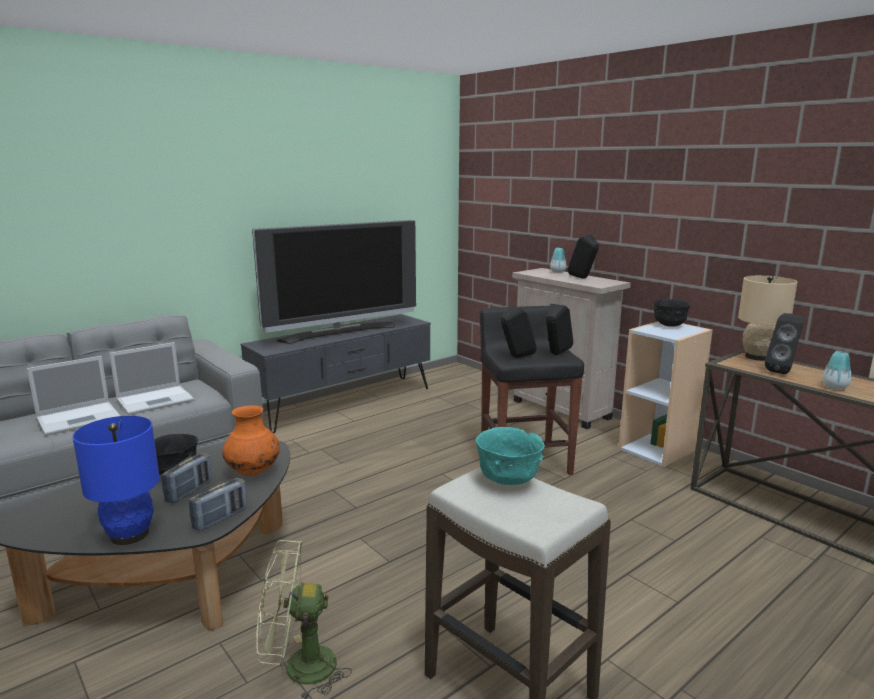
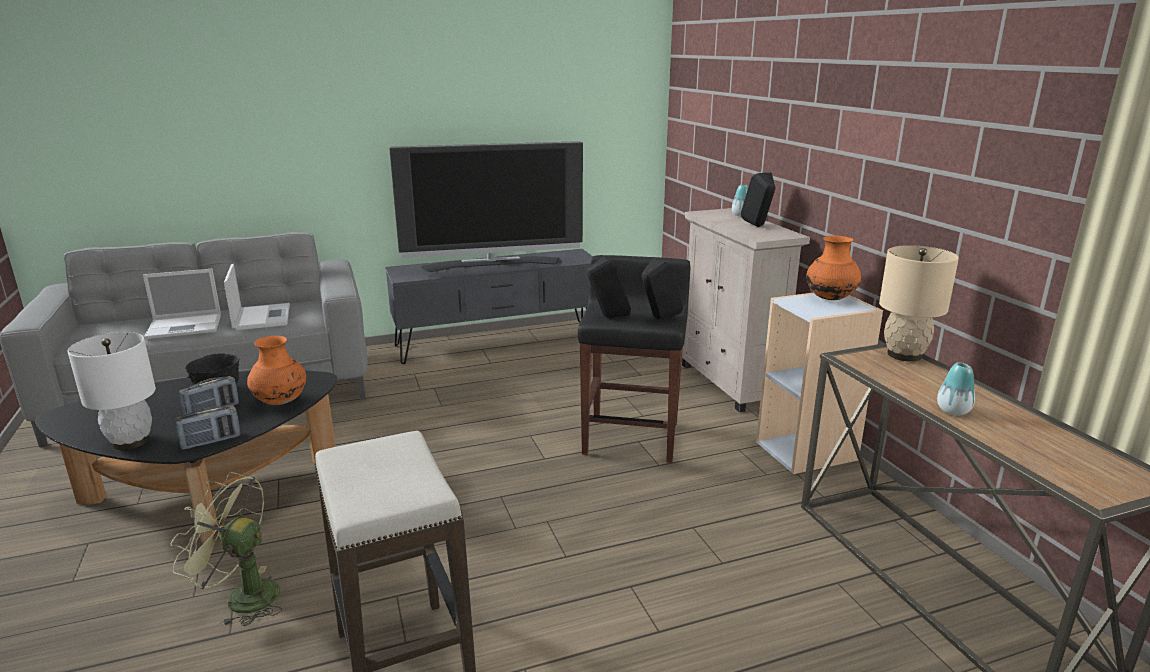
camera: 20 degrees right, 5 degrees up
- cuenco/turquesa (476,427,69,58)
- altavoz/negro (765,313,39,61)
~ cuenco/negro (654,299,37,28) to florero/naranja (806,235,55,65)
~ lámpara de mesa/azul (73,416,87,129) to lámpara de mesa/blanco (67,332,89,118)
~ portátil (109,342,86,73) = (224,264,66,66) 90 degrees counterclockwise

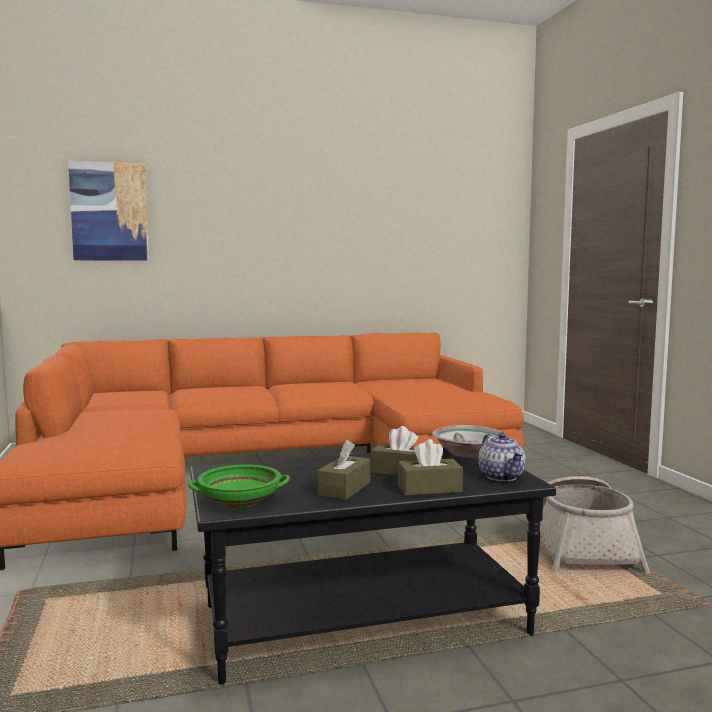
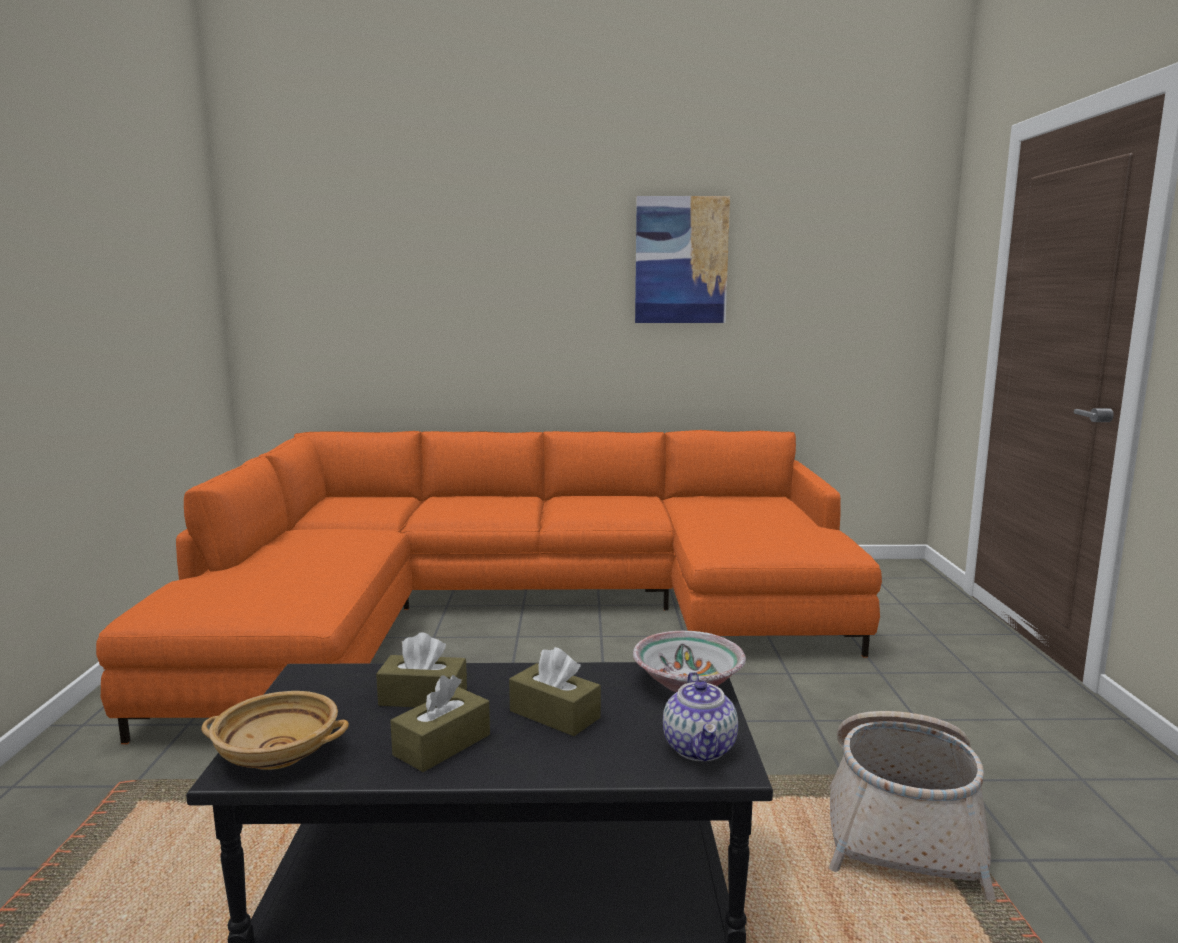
camera: 15 degrees right, 5 degrees up
~ cuadro (68,161,81,100) to (635,196,95,127)
~ caja de pañuelos/marrón (398,439,65,57) to (376,632,91,75)
~ cuenco/verde (188,465,102,44) to cuenco/beis (201,691,148,79)

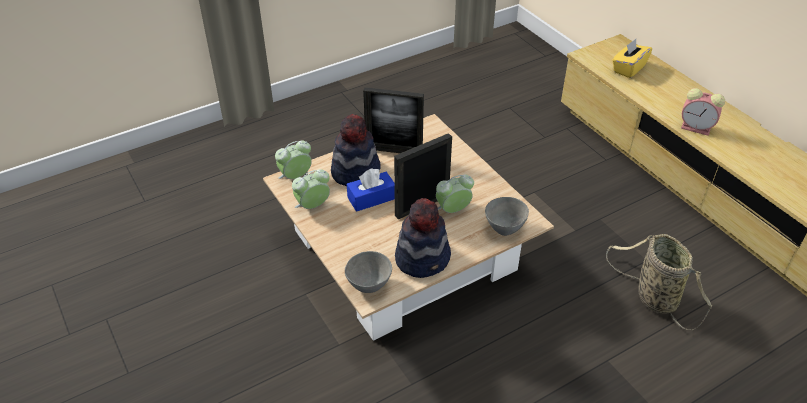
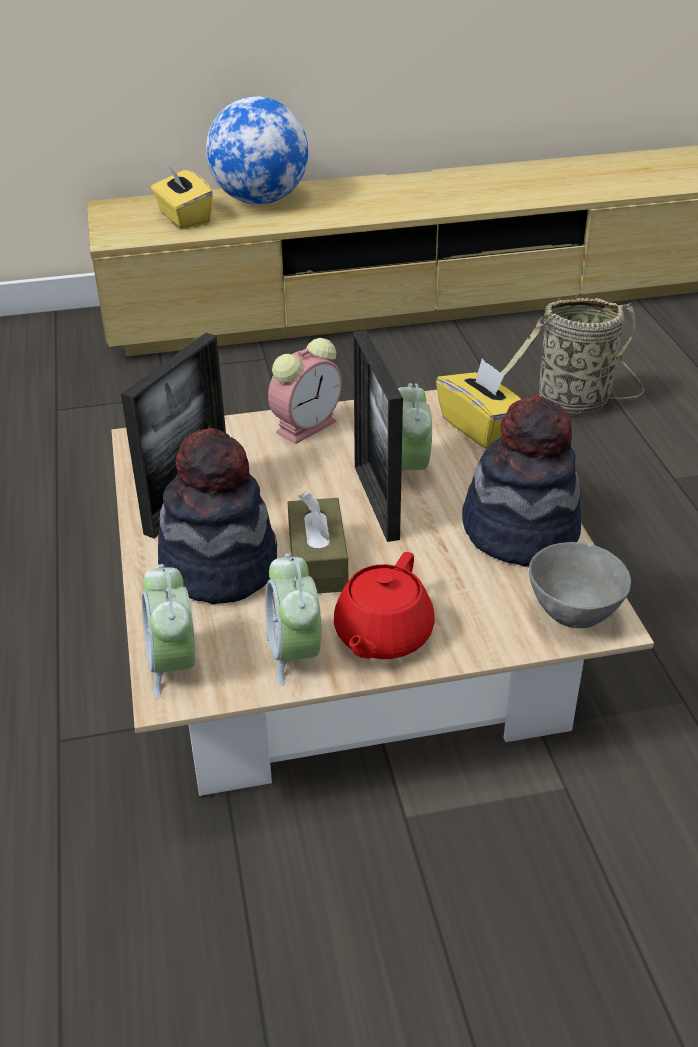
camera: 70 degrees left, 5 degrees down
+ globo terráqueo (206,96,102,108)
+ tetera/rojo (334,552,101,107)
~ despertador (681,88,44,48) to (268,338,74,106)
~ cuenco/gris (485,197,44,39) to caja de pañuelos/amarillo (436,358,85,91)
~ caja de pañuelos/azul (347,168,48,44) to caja de pañuelos/marrón (287,493,61,100)

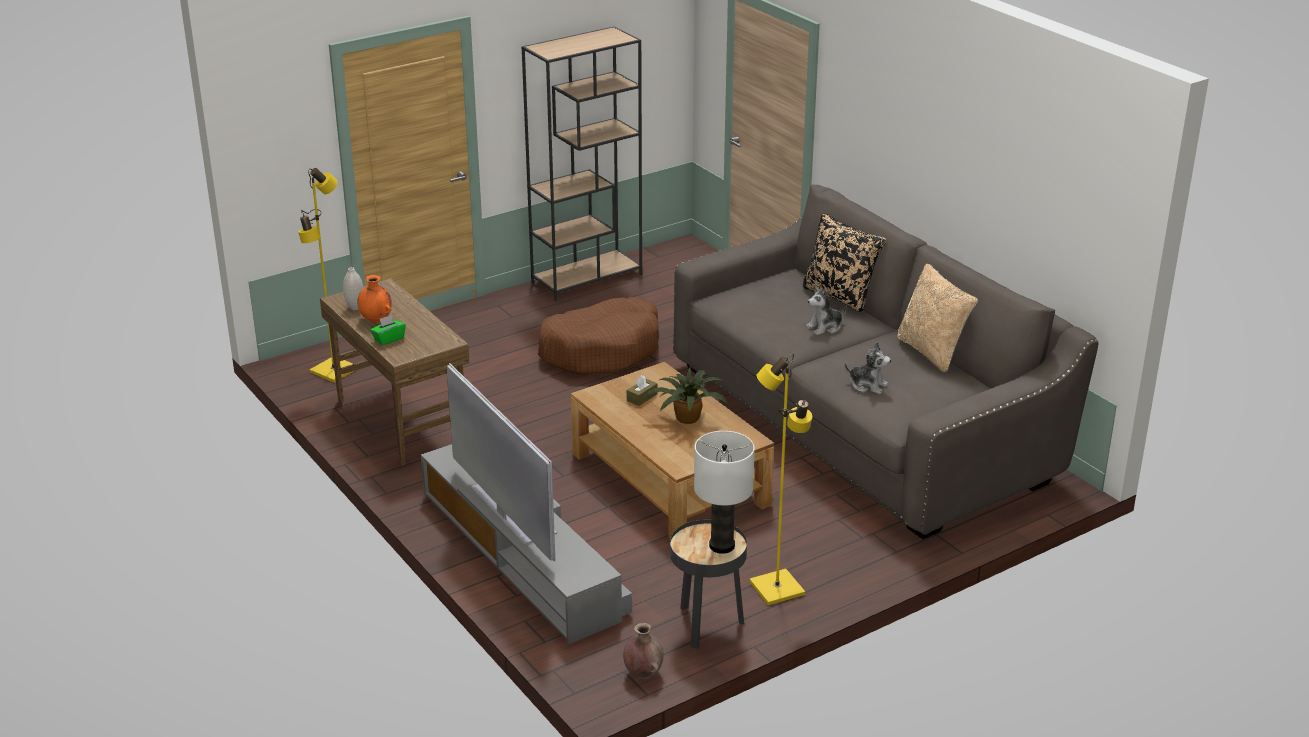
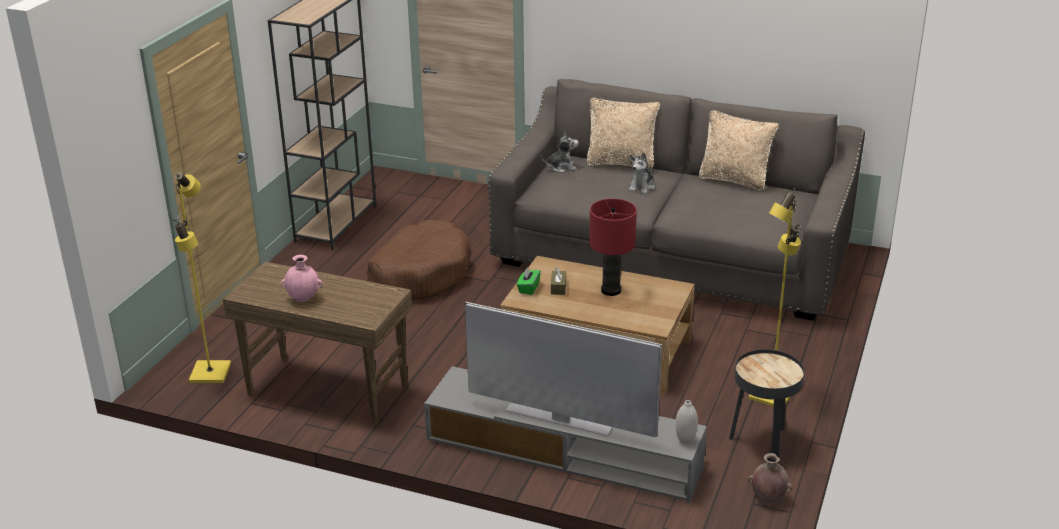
camera: 35 degrees left, 0 degrees up
- lámpara de mesa/blanco (694,431,61,123)
~ florero/blanco (343,267,20,43) to (675,400,23,44)
~ caja de pañuelos/verde (370,315,36,30) to (517,267,24,28)
~ peluche (845,342,46,52) to (541,131,38,42)
~ planta en maceta (641,368,88,56) to lámpara de mesa/rojo (589,199,48,97)
~ florero/naranja (357,275,35,48) to florero/rosa (281,255,42,47)
~ cojín/negro (803,213,83,99) to cojín/beis (587,97,73,72)

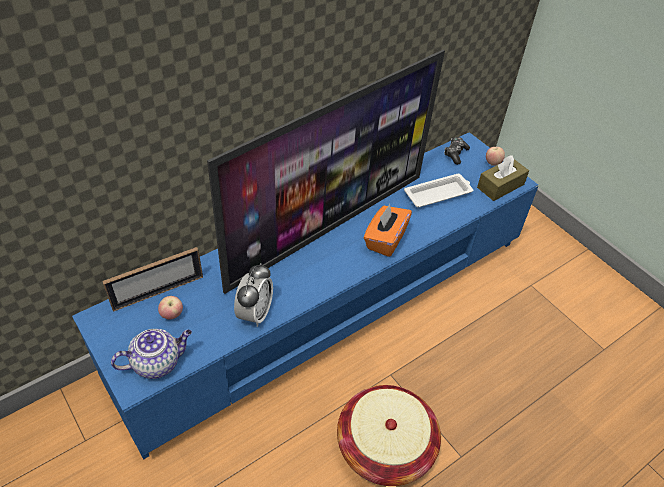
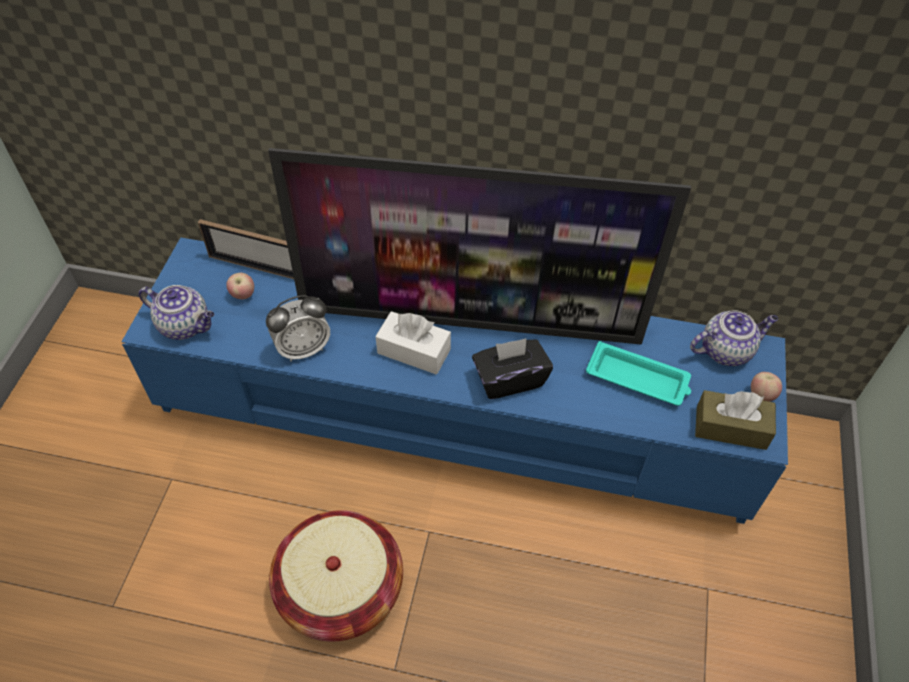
camera: 50 degrees right, 5 degrees up
+ caja de pañuelos/blanco (376,311,75,63)
~ mando de consola (444,137,26,28) to tetera (690,310,88,56)
~ caja de pañuelos/naranja (364,204,48,53) to caja de pañuelos/negro (472,338,81,61)
~ bandeja/blanco (404,174,69,33) to bandeja/turquesa (586,341,105,65)

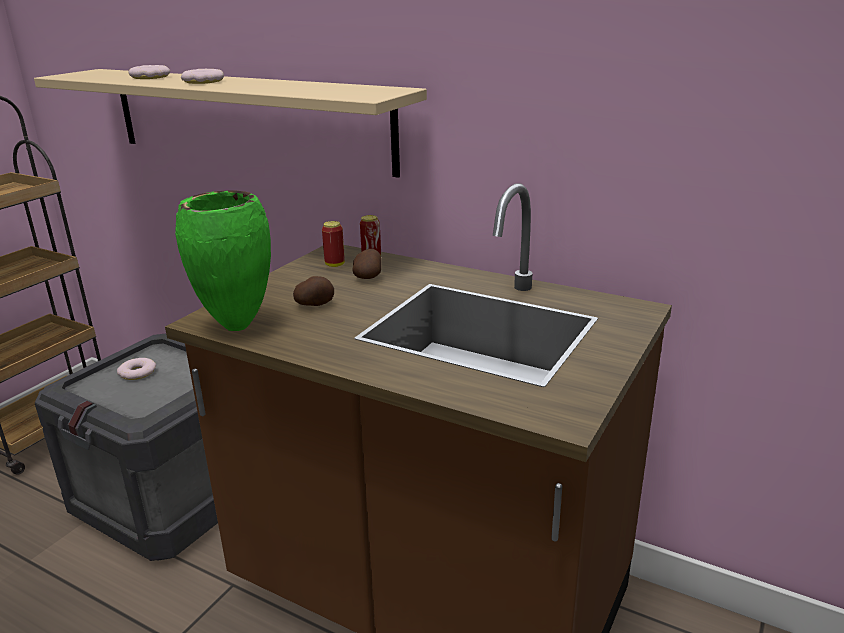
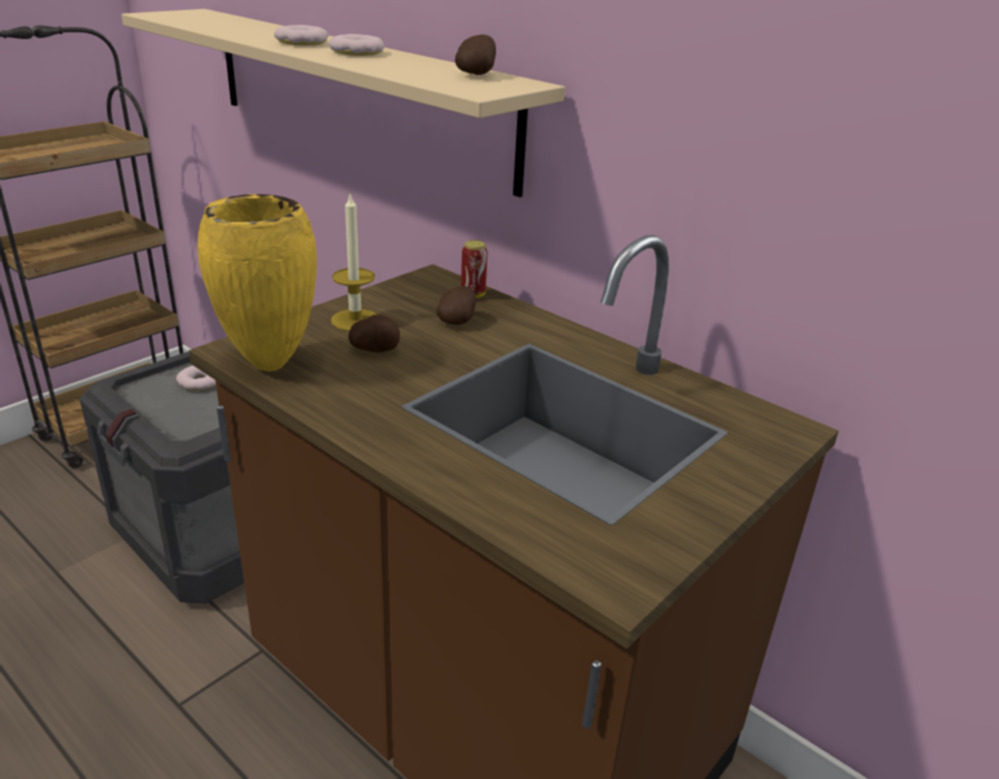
camera: 10 degrees right, 5 degrees up
- lata (322,221,23,46)
+ vela (331,192,47,139)
+ patata (455,35,41,40)
~ rosquilla (129,65,41,14) to (329,34,56,22)
~ florero/verde (175,190,96,141) to florero/amarillo (197,194,120,177)

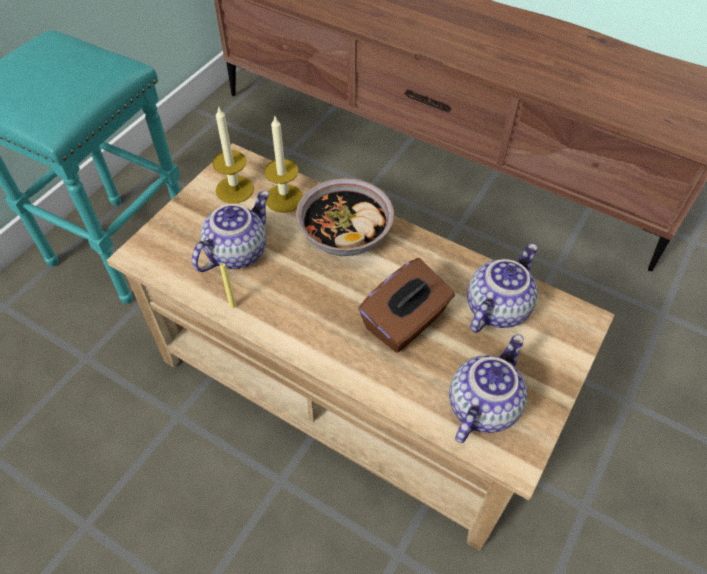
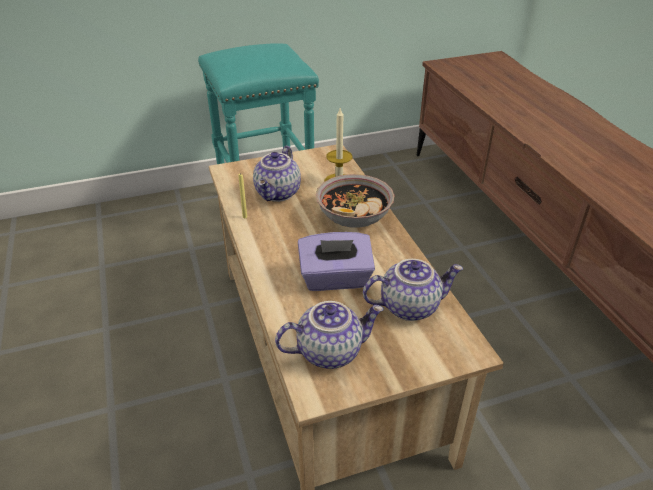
camera: 40 degrees right, 15 degrees down
- vela (212,106,42,98)
~ caja de pañuelos/marrón (359,258,96,95) to caja de pañuelos/morado (298,232,77,59)
~ tetera (192,191,77,81) = (253,146,48,56) 120 degrees clockwise

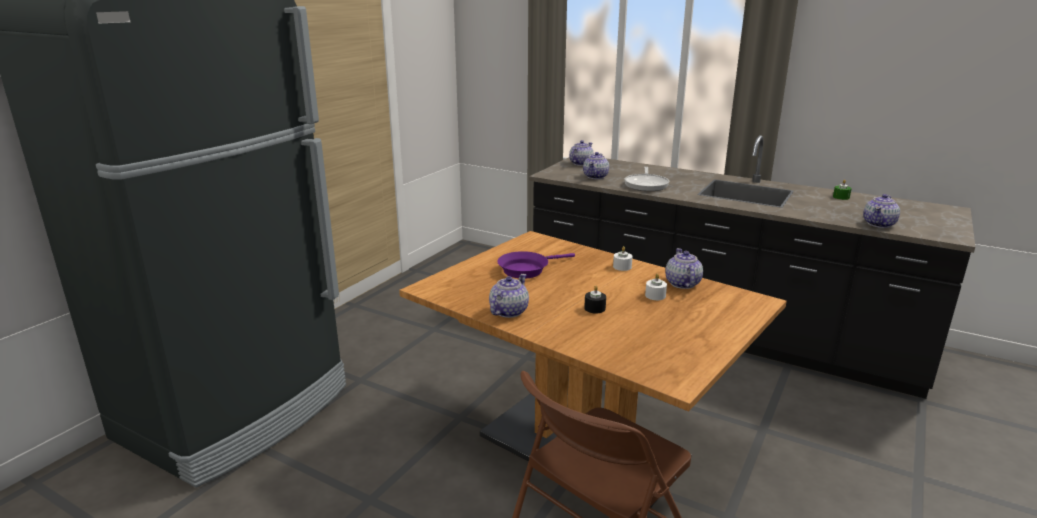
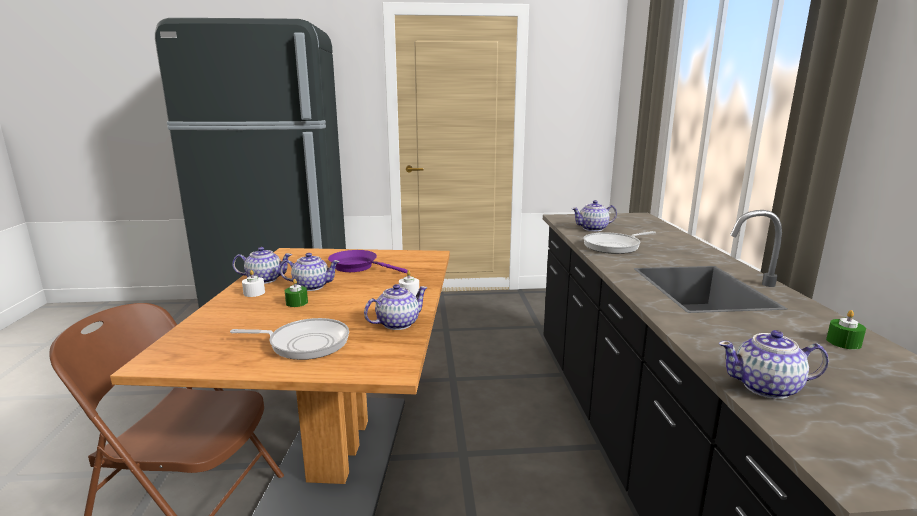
camera: 55 degrees right, 5 degrees down
+ sartén (230,318,119,42)
~ tetera (569,140,25,26) to (280,253,60,38)
~ vela/blanco (645,273,22,27) to (242,270,23,27)
~ vela/negro (584,286,22,27) to vela/verde (285,279,23,28)

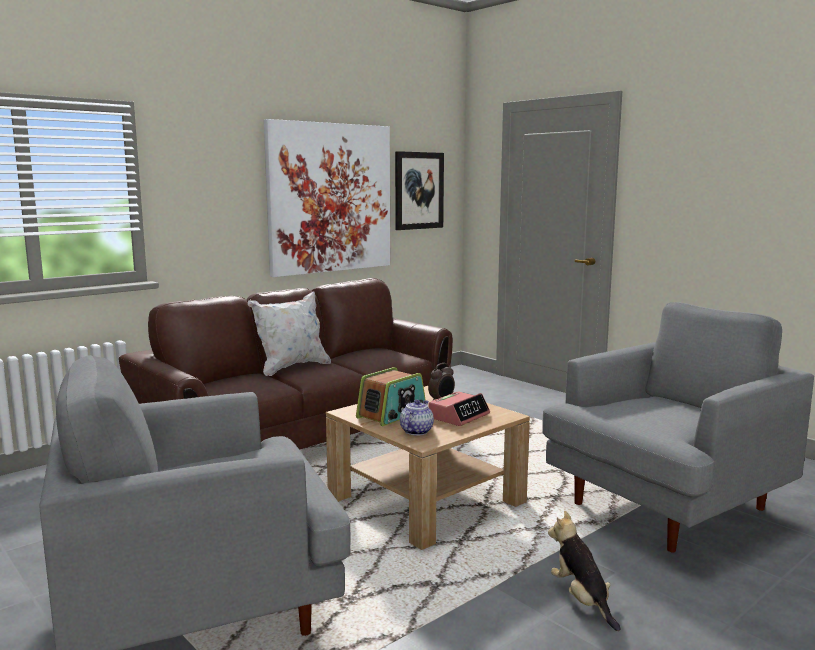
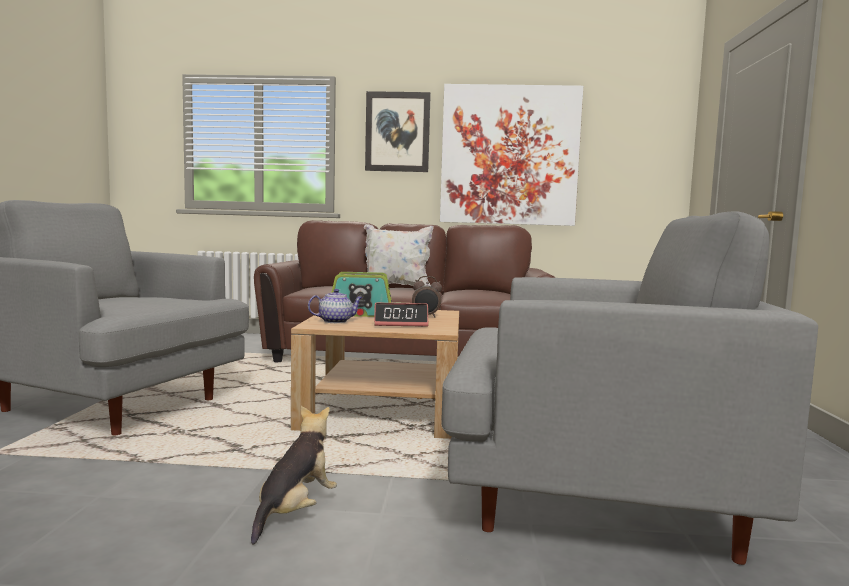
camera: 45 degrees right, 5 degrees down
~ cuadro (395,151,49,79) to (365,91,66,81)

